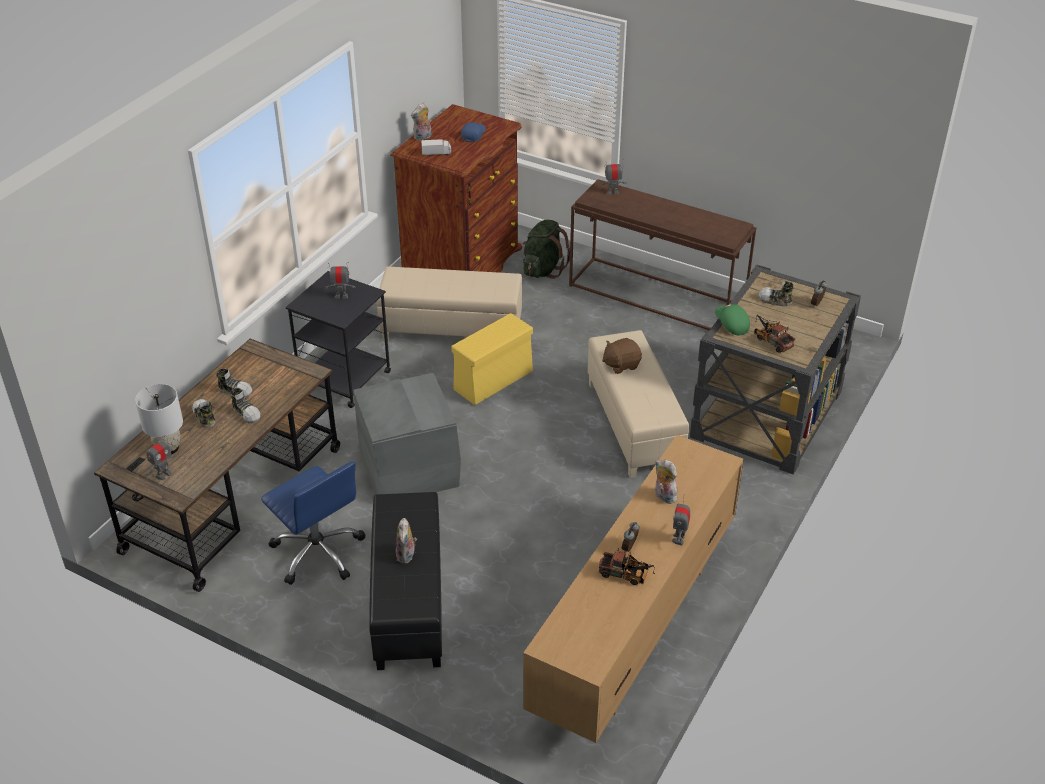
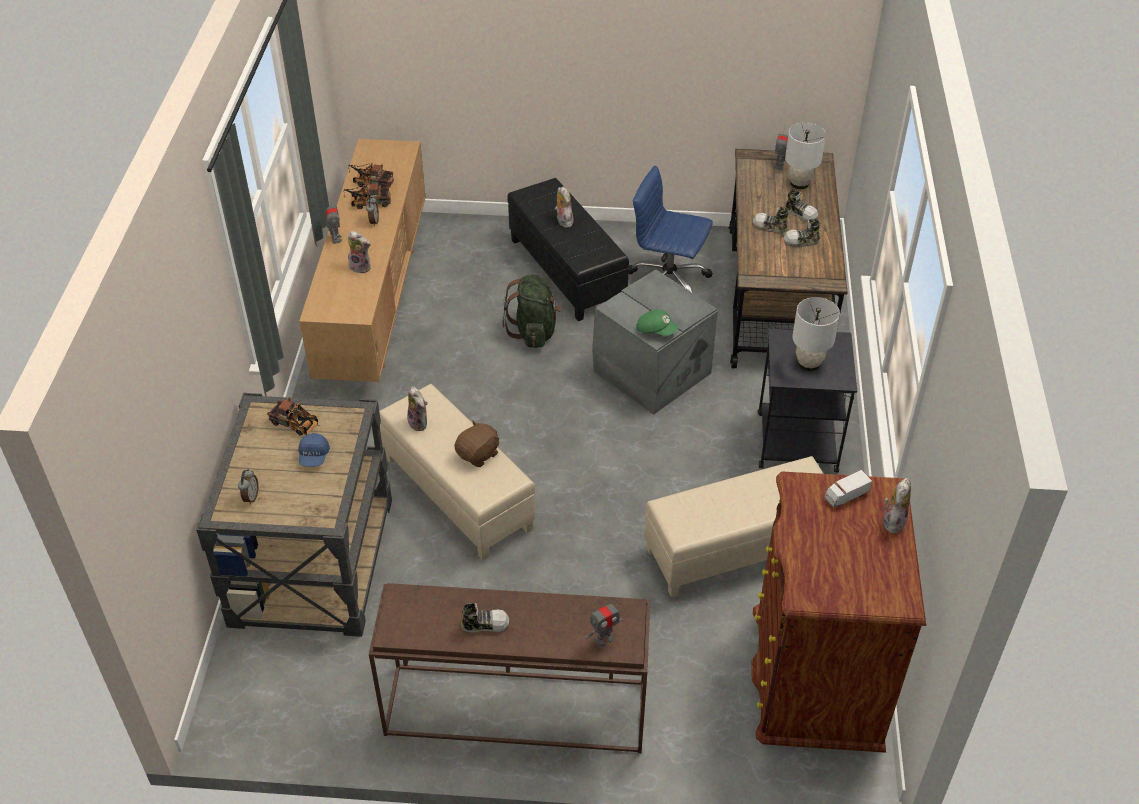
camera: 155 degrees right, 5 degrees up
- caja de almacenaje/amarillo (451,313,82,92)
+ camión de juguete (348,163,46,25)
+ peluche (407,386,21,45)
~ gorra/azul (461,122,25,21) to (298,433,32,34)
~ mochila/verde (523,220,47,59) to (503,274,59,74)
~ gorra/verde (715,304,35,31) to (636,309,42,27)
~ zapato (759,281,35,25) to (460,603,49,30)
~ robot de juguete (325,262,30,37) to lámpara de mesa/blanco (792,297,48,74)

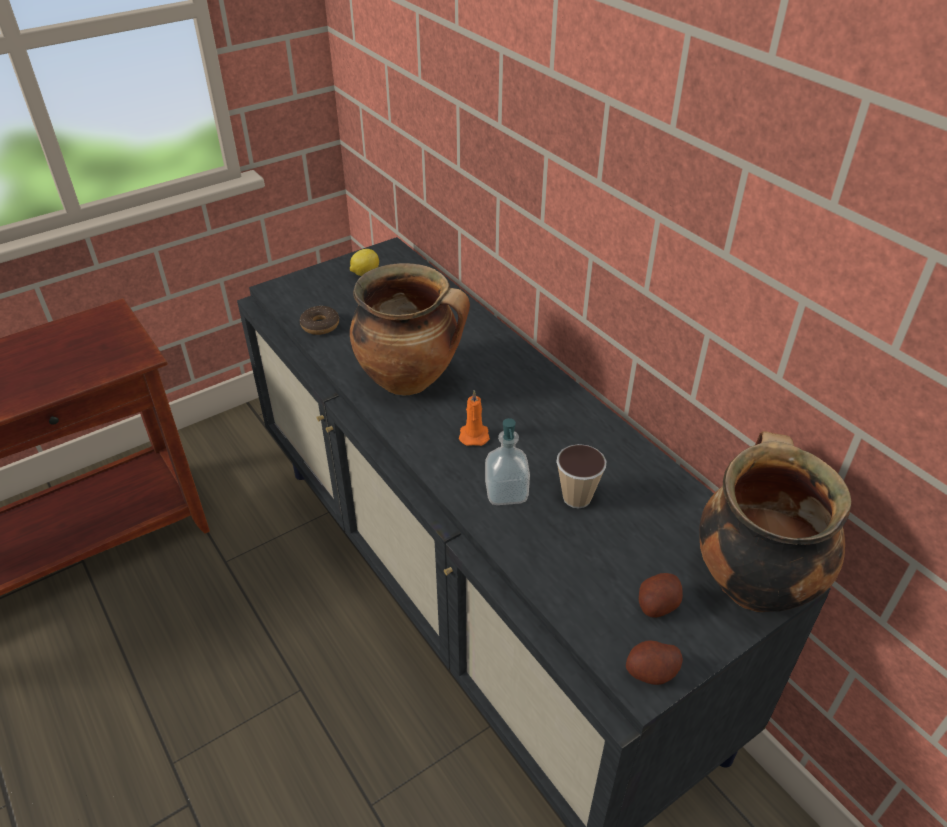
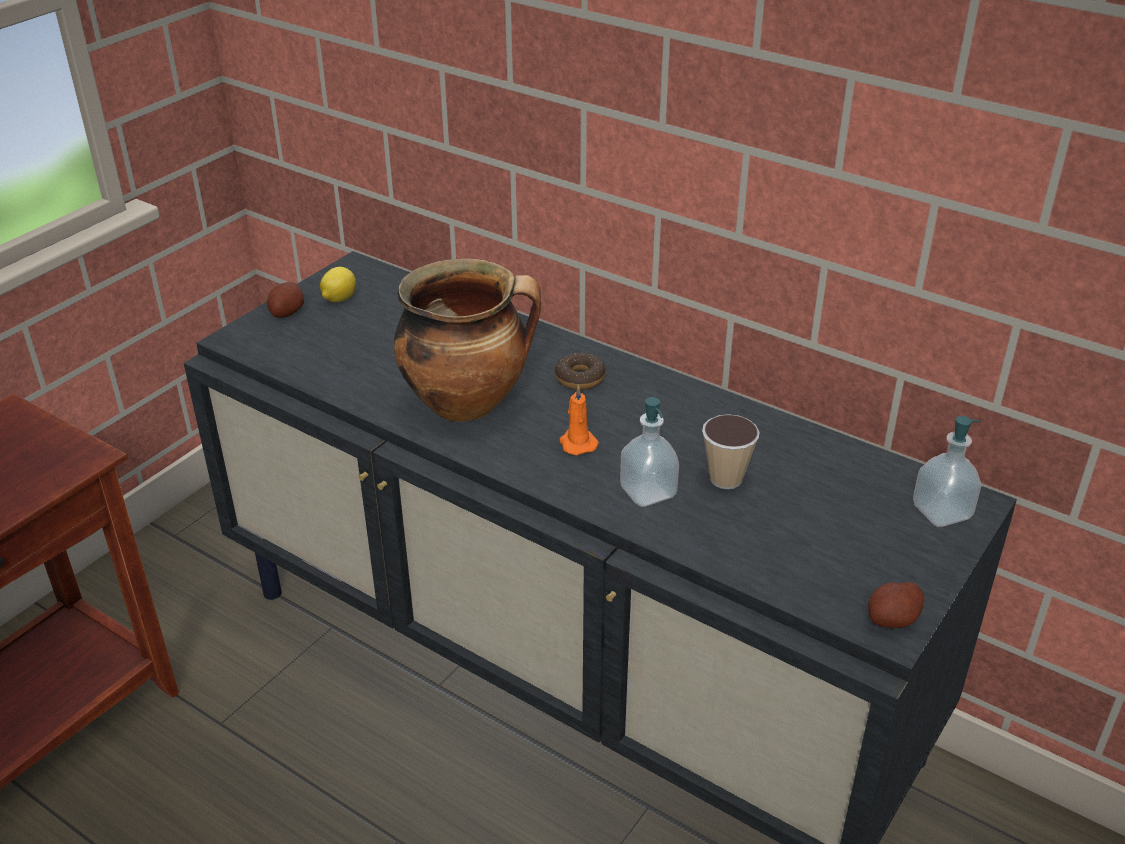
camera: 20 degrees left, 5 degrees down
~ rosquilla (300,306,39,29) to (555,353,51,37)
~ patata (639,573,44,45) to (267,282,37,36)
~ olla (699,432,152,180) to dispensador de jabón (913,416,68,111)

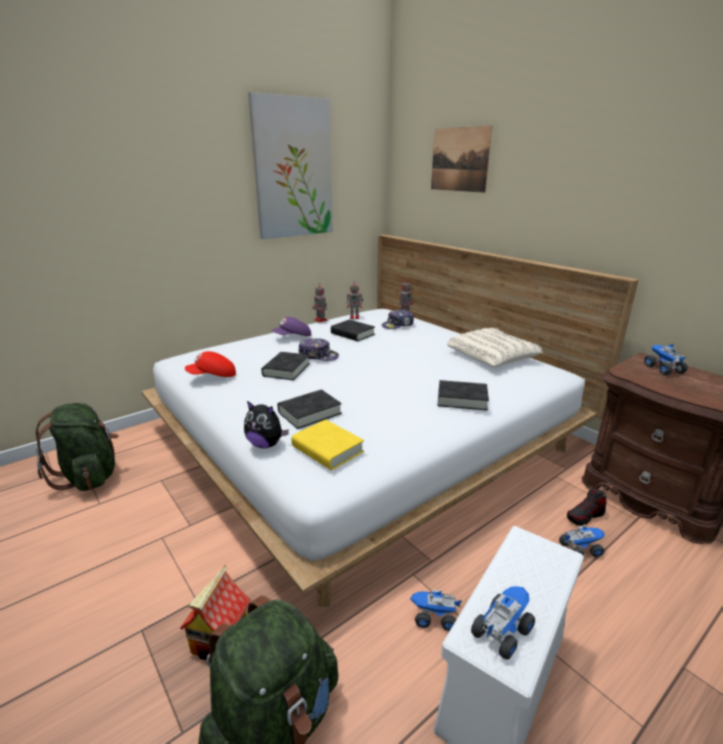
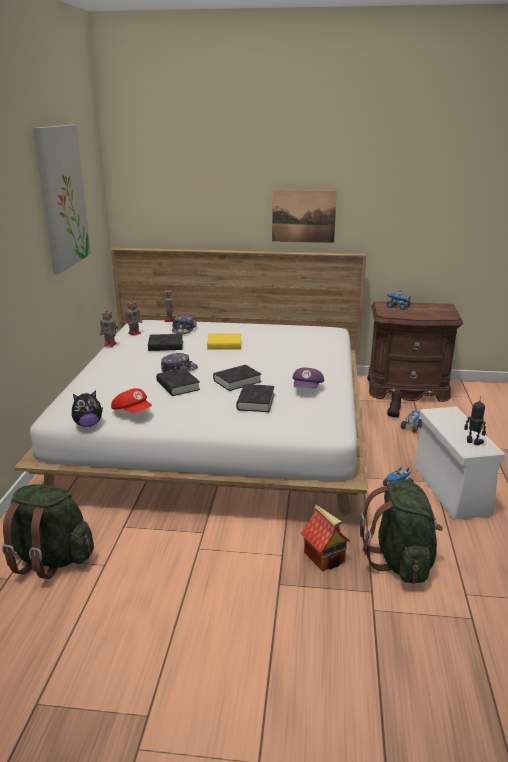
camera: 45 degrees left, 0 degrees up
- cojín/beis (447,328,96,39)
~ peluche (244,401,45,47) to (72,390,31,37)
~ gorra/morado (272,317,39,19) to (292,368,32,21)
~ libro/amarillo (291,419,73,51) to (207,333,34,17)
~ cuadro (431,125,62,68) to (272,190,65,53)
~ libro/negro (437,380,52,30) to (213,365,48,26)
~ camión de juguete (471,586,64,74) to robot de juguete (464,396,22,49)
~ gorra/rojo (185,351,51,26) = (111,388,41,25) 75 degrees counterclockwise

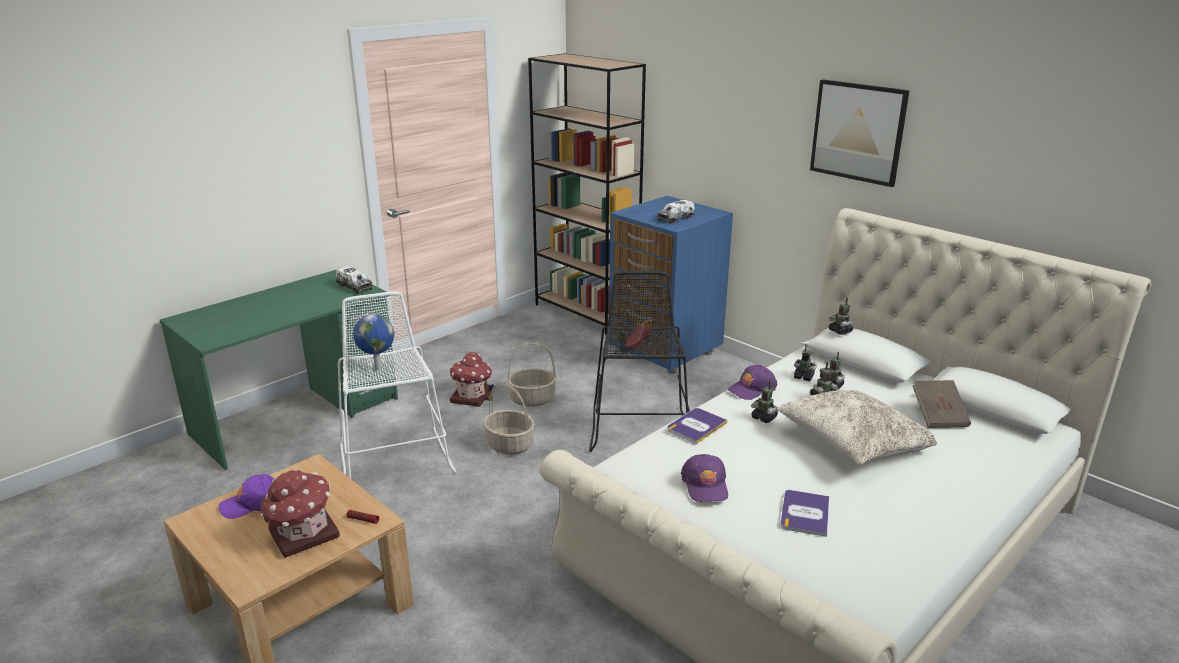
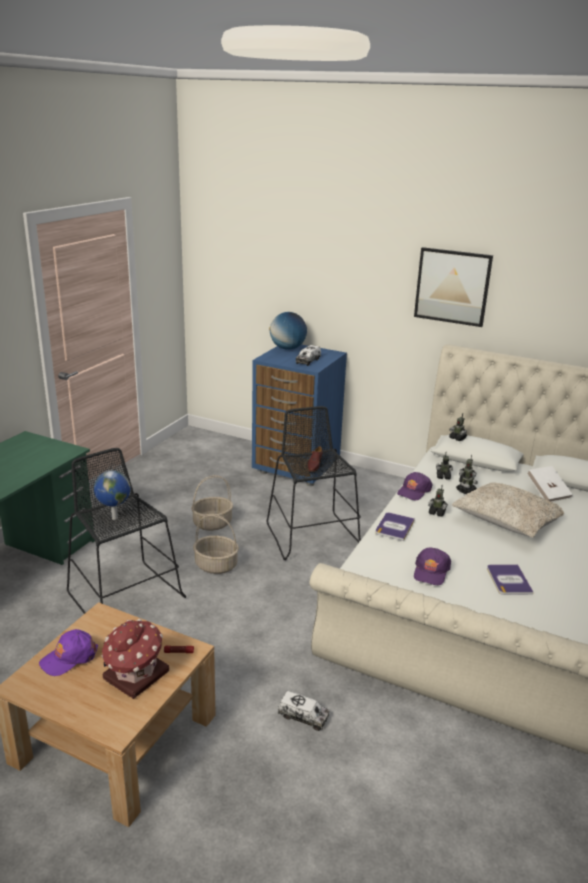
camera: 20 degrees left, 0 degrees up
- casita (450,352,44,55)
- estantería/beis (528,53,118,282)
+ globo terráqueo (269,312,38,38)
~ camión de juguete (335,266,38,28) to (278,691,51,40)
~ taburete/blanco (338,291,119,188) to taburete/negro (67,448,119,166)
~ libro/marrón (912,380,59,48) to libro/blanco (527,466,46,36)
~ gorra/morado (681,454,47,48) = (414,548,37,37) 45 degrees clockwise

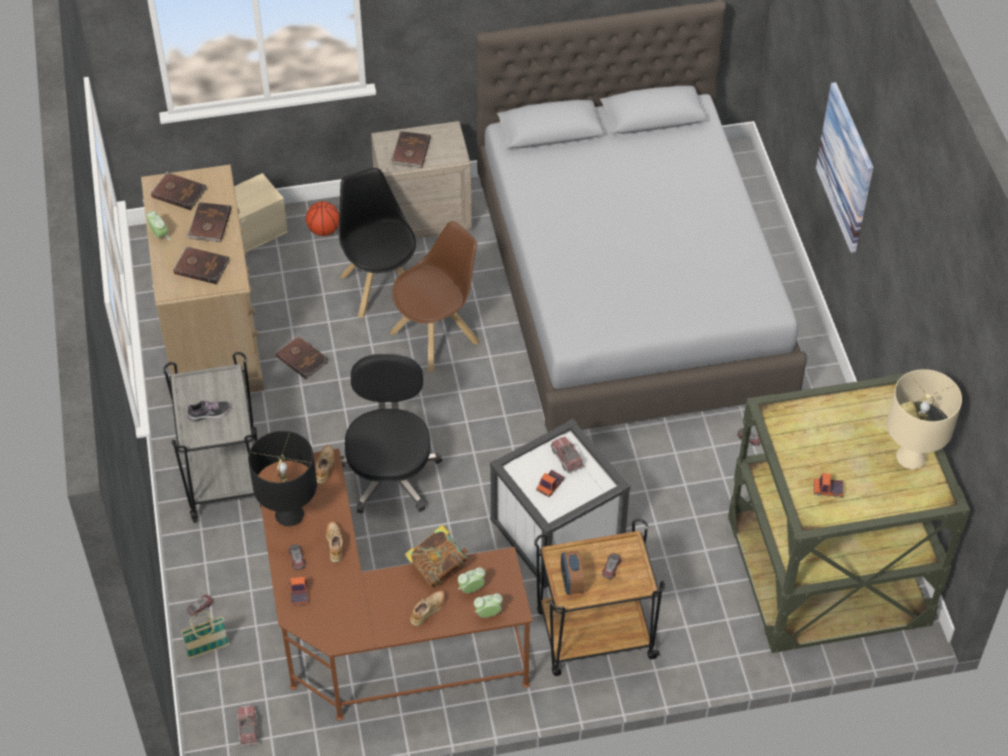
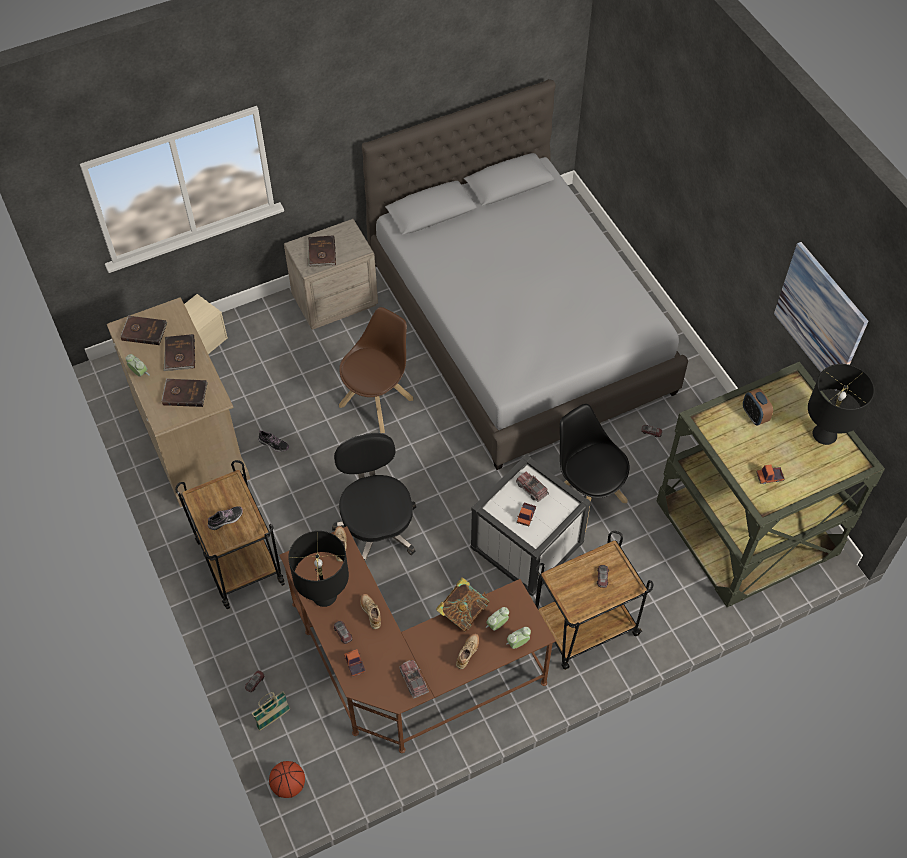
camera: 15 degrees left, 5 degrees up
~ camión de juguete (236,705,23,41) to (399,660,30,39)
~ balón de baloncesto (306,201,33,35) to (269,761,36,37)
~ silla/negro (339,168,77,150) to (560,404,70,128)
~ despertador (561,551,23,44) to (743,388,30,37)
~ cuadro (816,82,58,171) to (774,242,95,149)
~ libro/marrón (276,335,53,44) to zapato (258,430,31,22)
~ carrito/gris (163,352,99,171) to carrito/marrón (175,460,110,149)
~ lámpara de mesa/beis (887,369,75,100) to lámpara de mesa/negro (808,364,66,81)

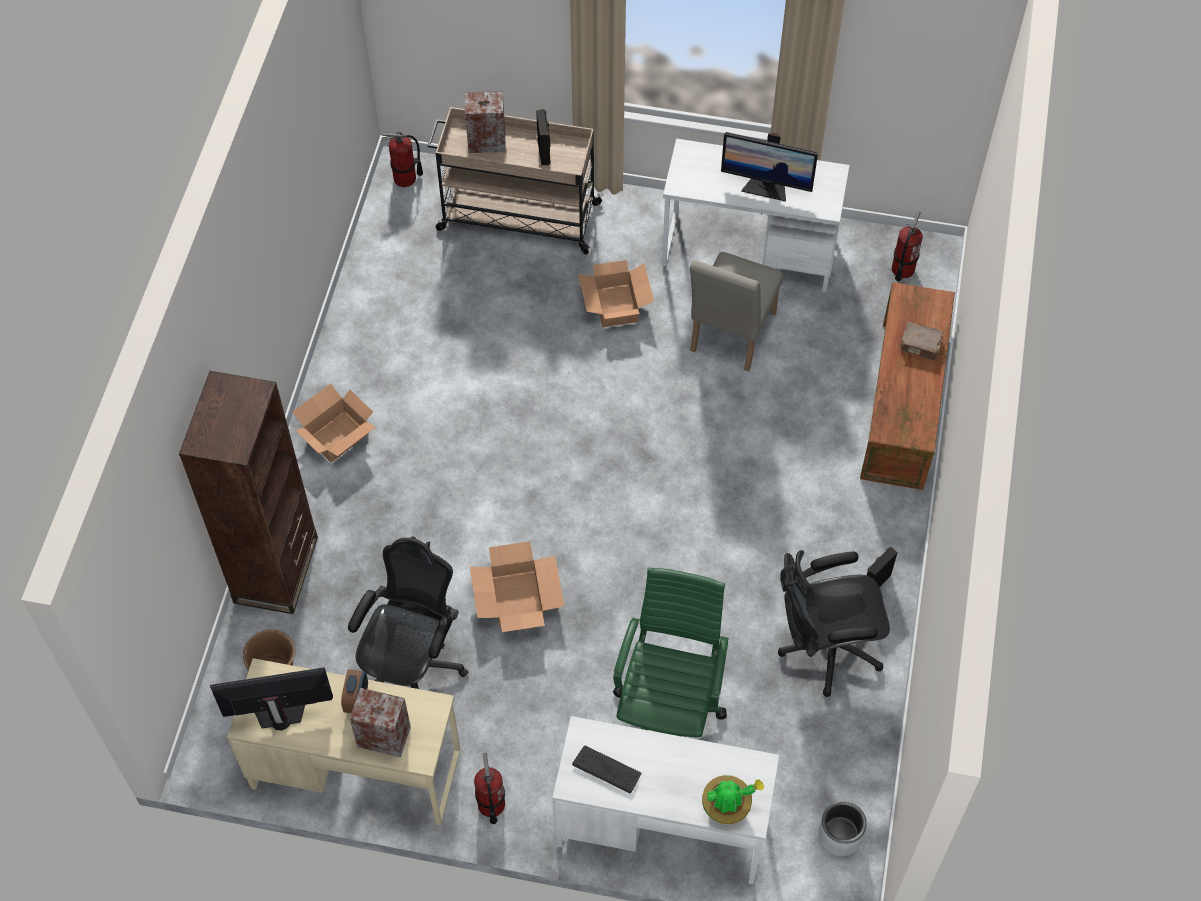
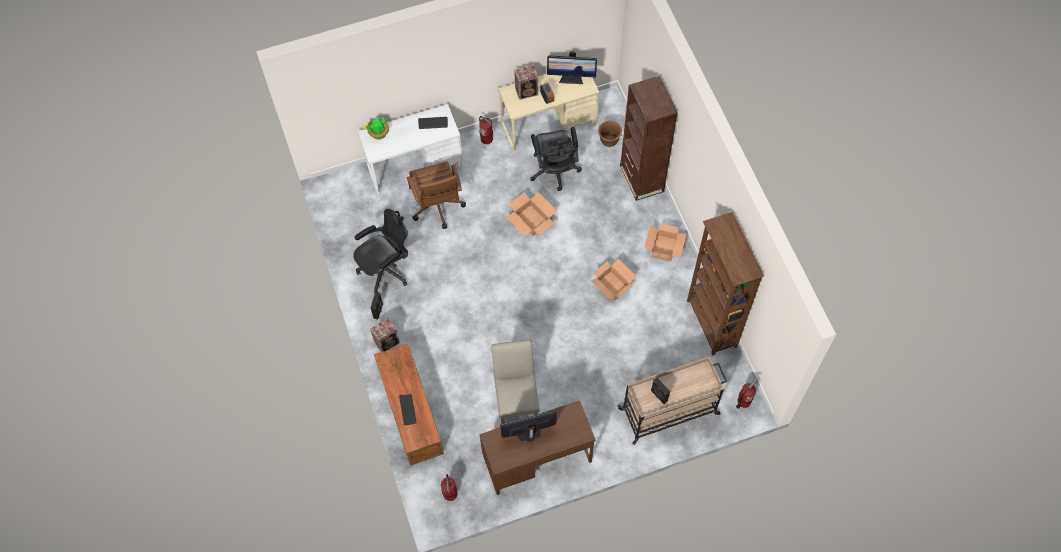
camera: 150 degrees right, 5 degrees up
- maceta/gris (818,801,49,55)
+ estantería/marrón (687,212,77,144)
~ altavoz (465,91,41,62) to (370,318,30,34)
~ caja de cartón (578,260,76,67) to (591,259,45,42)
~ libro/marrón (900,322,44,39) to teclado (399,394,18,31)
~ silla de oficina/verde (613,567,116,170) to silla de oficina/marrón (407,161,59,68)
~ escritorio/blanco (662,139,187,153) to escritorio/marrón (480,400,115,95)
~ monitor (210,667,123,63) = (547,51,50,33) 45 degrees clockwise

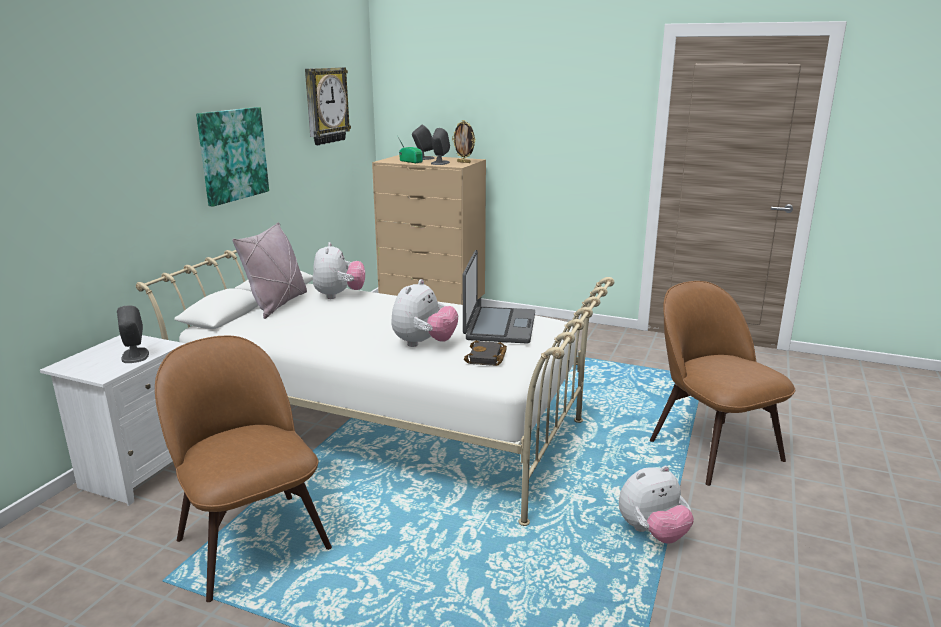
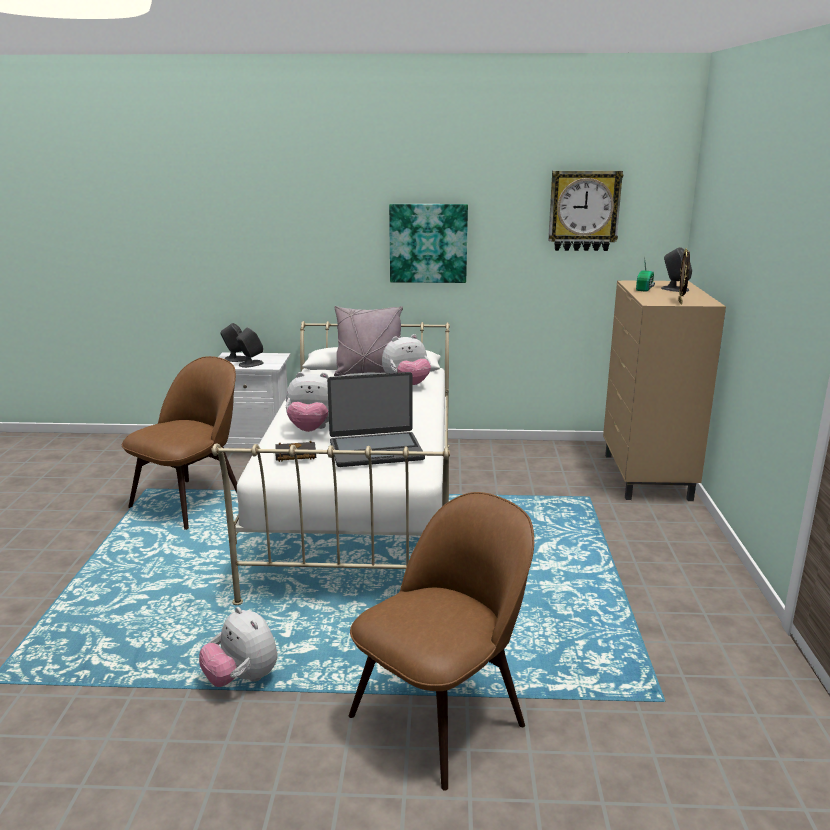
camera: 70 degrees right, 0 degrees up
~ altavoz/gris (431,128,19,37) to (221,323,25,39)

